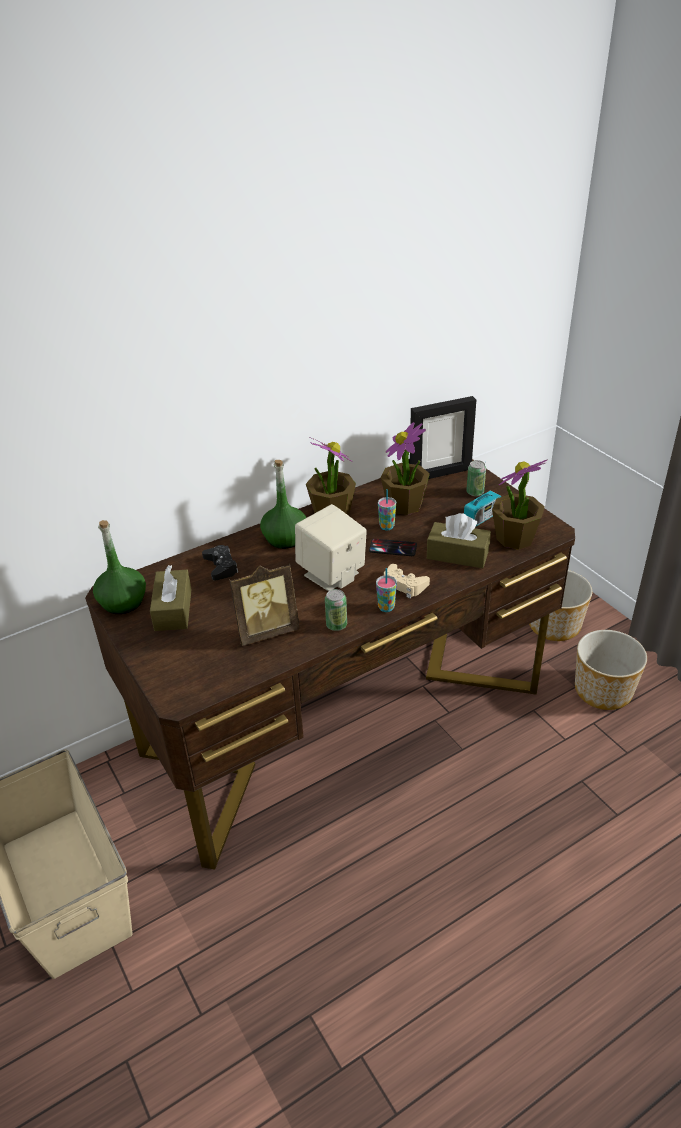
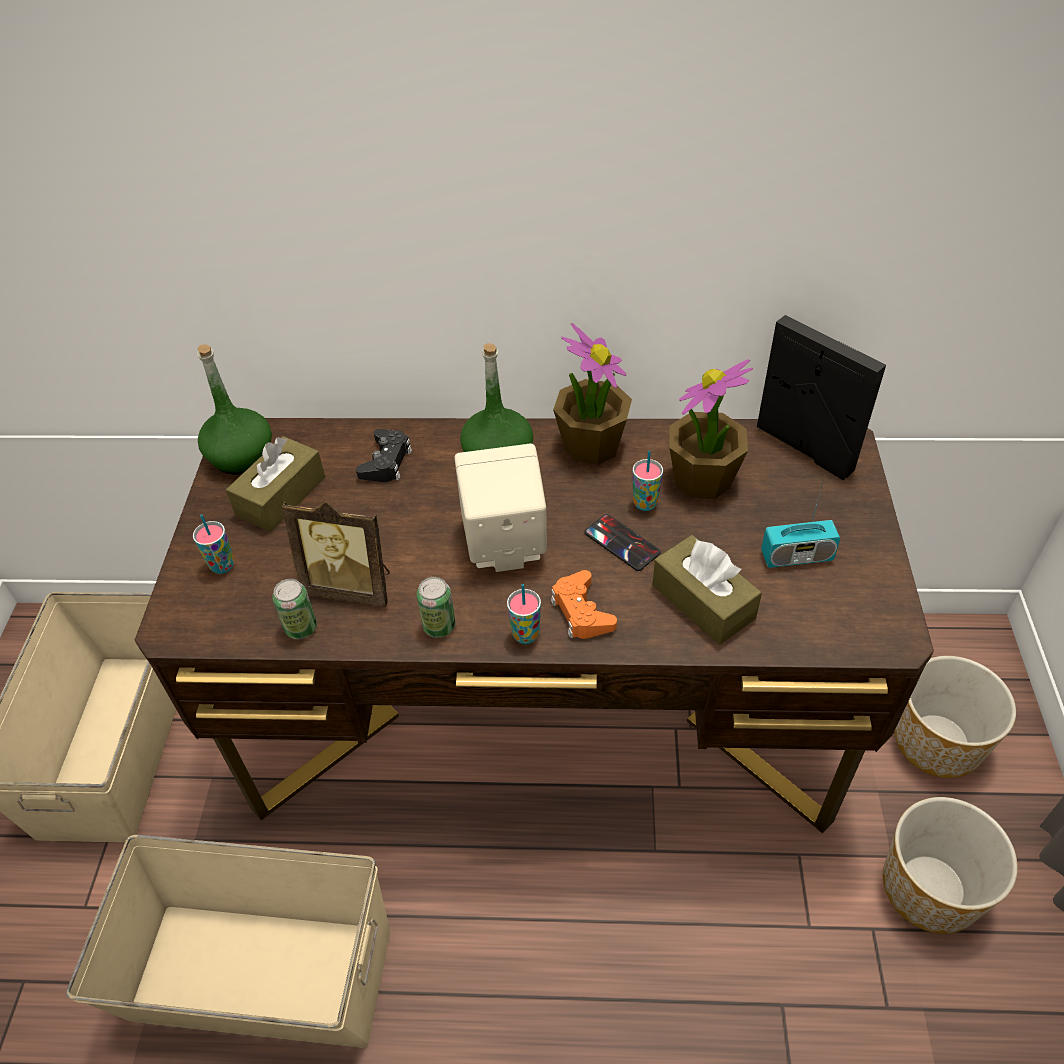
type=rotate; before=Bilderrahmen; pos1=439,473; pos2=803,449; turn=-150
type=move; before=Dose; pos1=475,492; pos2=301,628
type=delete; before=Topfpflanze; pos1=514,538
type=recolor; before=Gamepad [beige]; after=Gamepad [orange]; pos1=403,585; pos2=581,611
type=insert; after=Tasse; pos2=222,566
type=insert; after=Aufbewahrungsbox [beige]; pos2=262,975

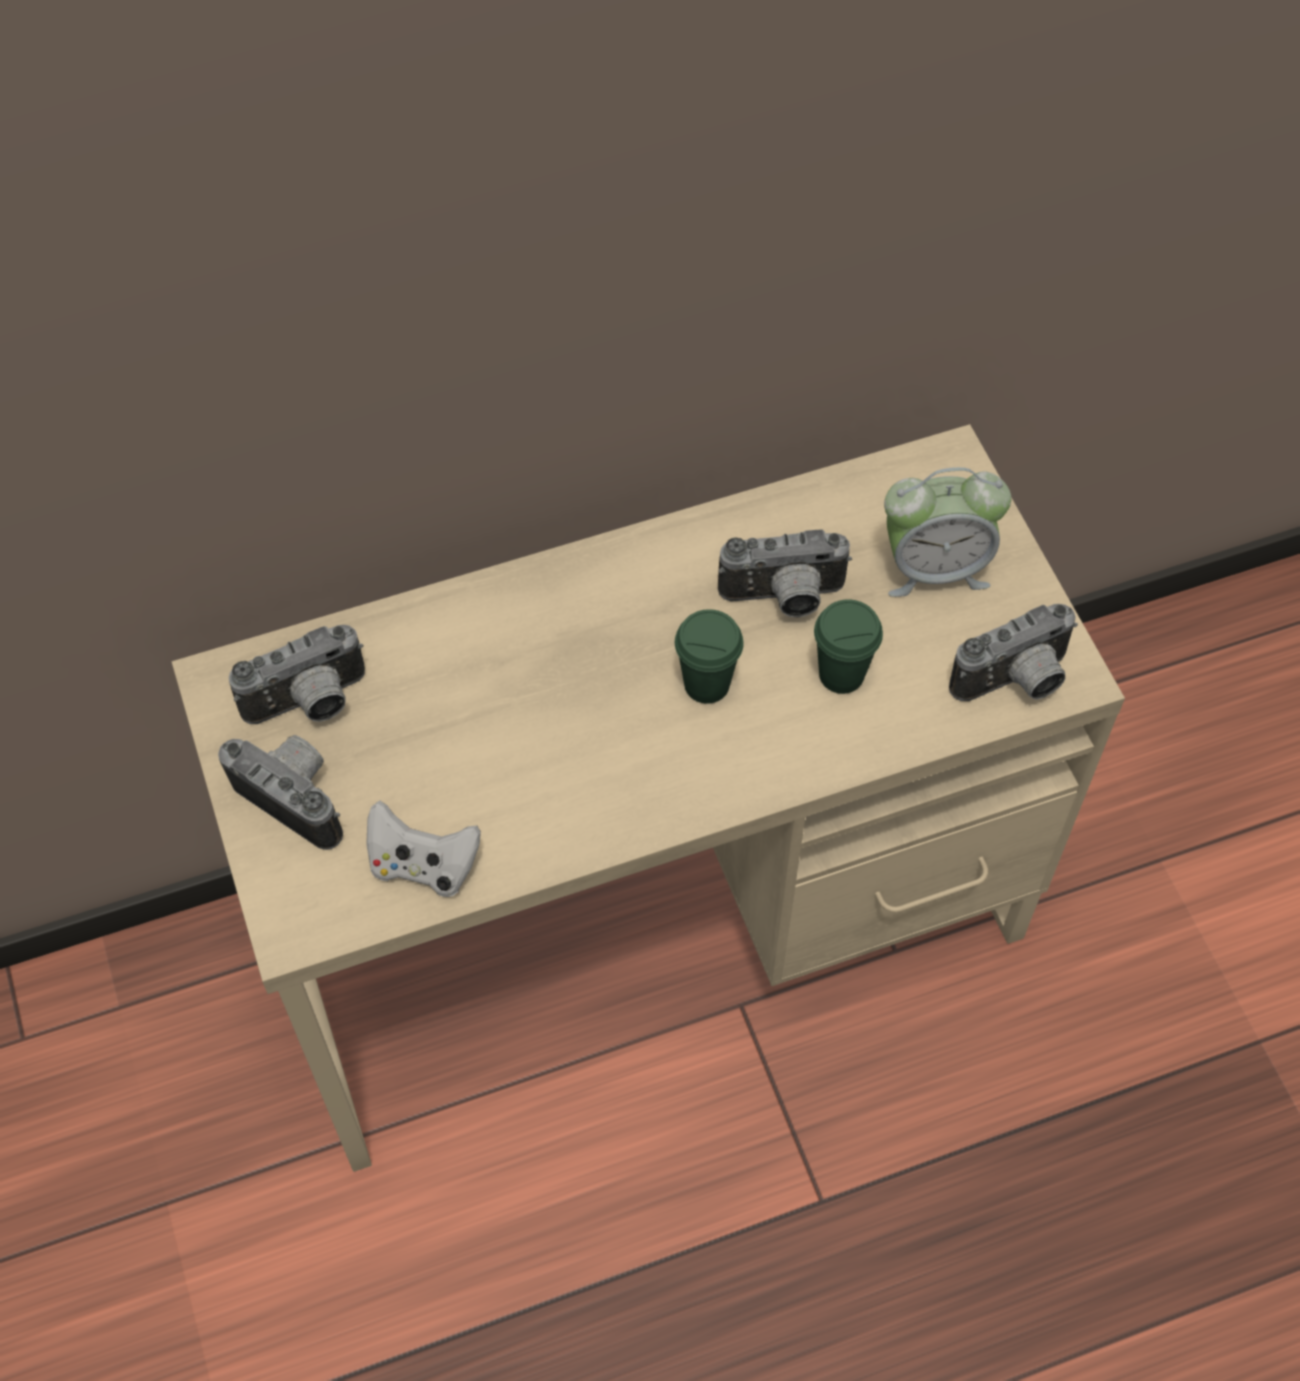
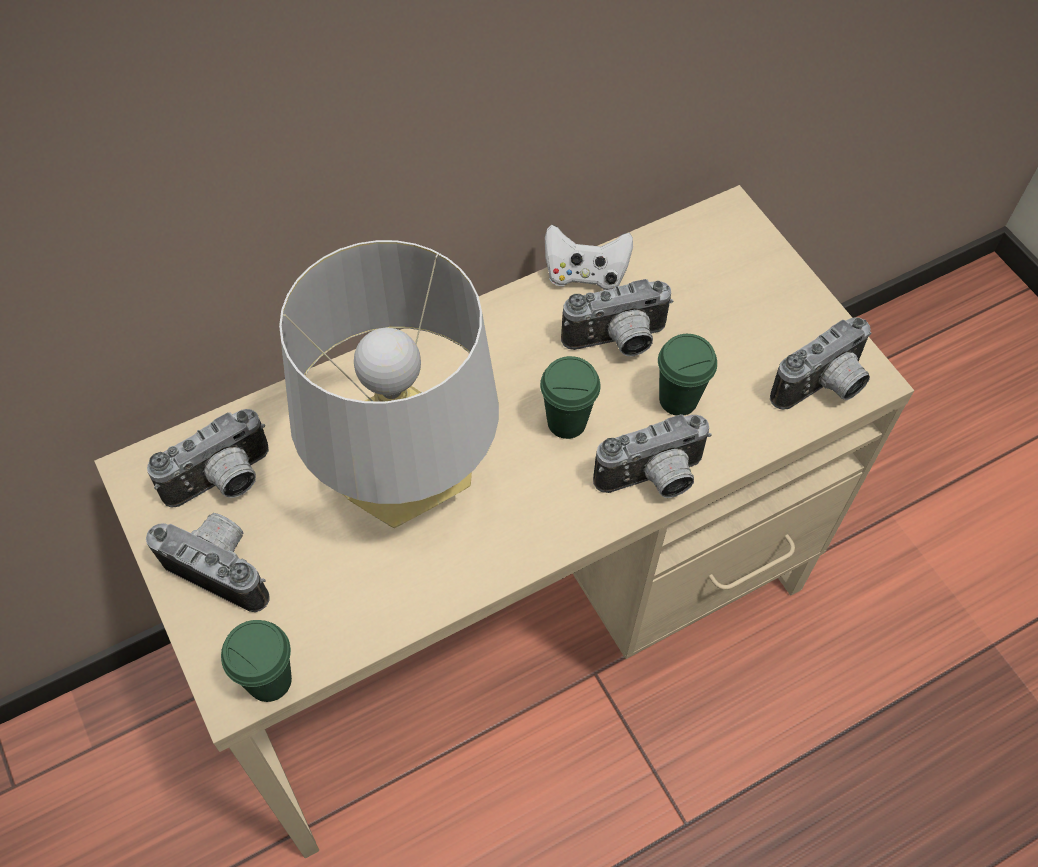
type=delete; before=Wecker; pos1=934,568
type=move; before=Gamepad [weiß]; pos1=423,865; pos2=585,274
type=insert; after=Tischlampe [grau]; pos2=404,483
type=insert; after=Kamera; pos2=653,480
type=insert; after=Tasse [grün]; pos2=269,680

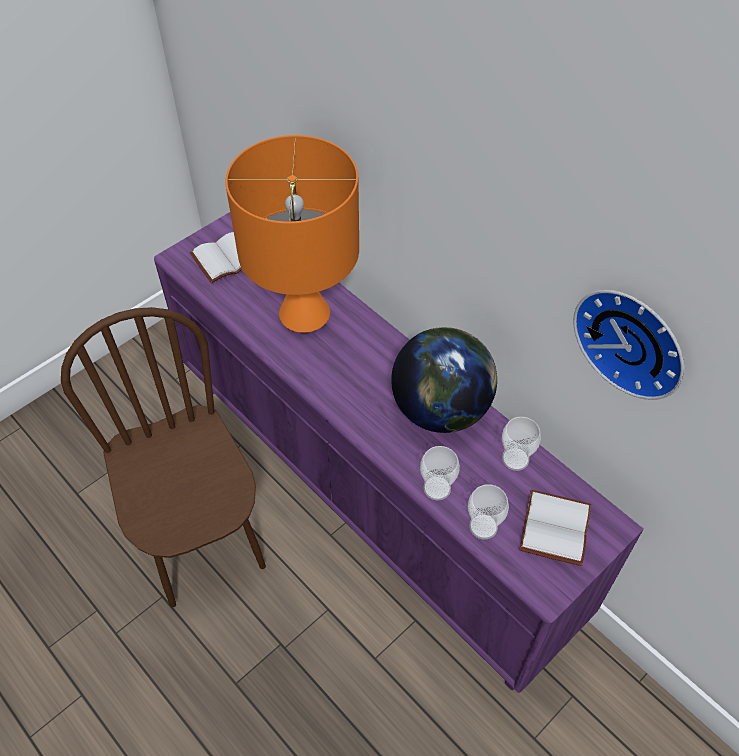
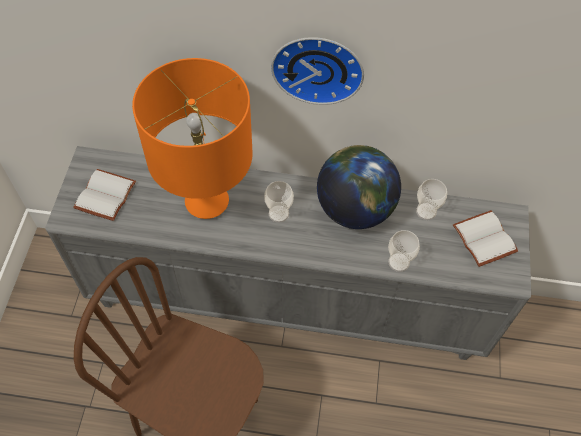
type=recolor; before=Kommode [lila]; after=Kommode [grau]; pos1=368,500; pos2=286,305
type=move; before=Wanduhr; pos1=633,339; pos2=318,66
type=move; before=Tasse; pos1=483,526; pos2=278,213

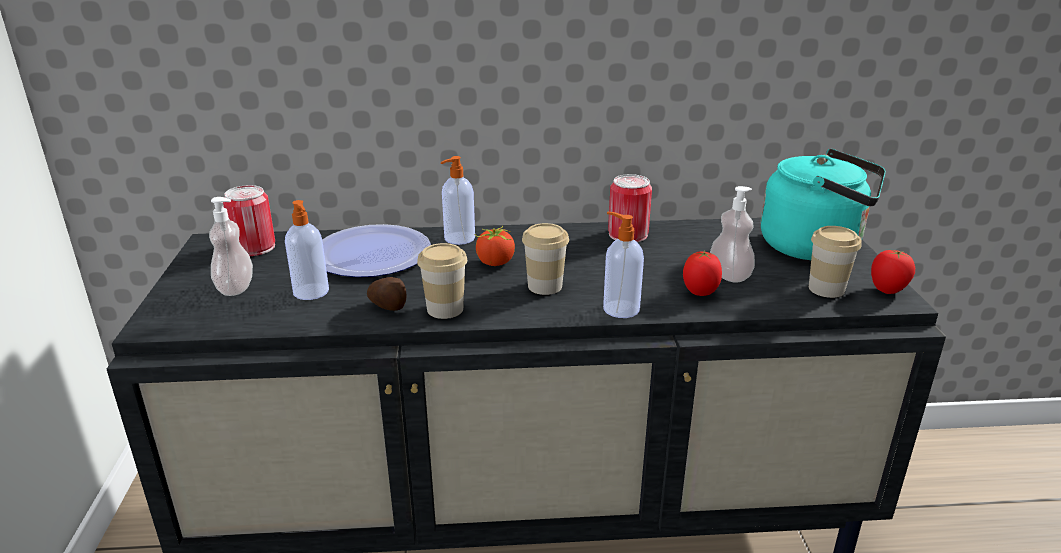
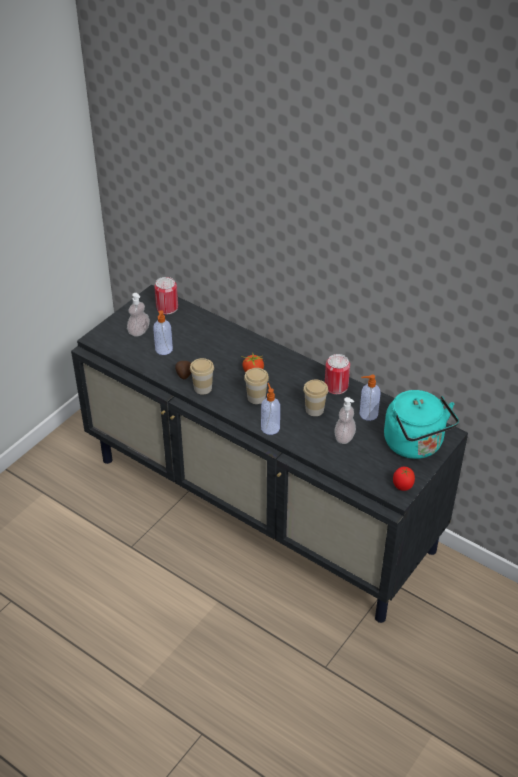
type=move; before=Seifenspender; pos1=458,239; pos2=367,414
type=delete; before=Teller; pos1=372,254
type=move; before=Tasse; pos1=826,289; pos2=314,409
type=delete; before=Tomate; pos1=700,293

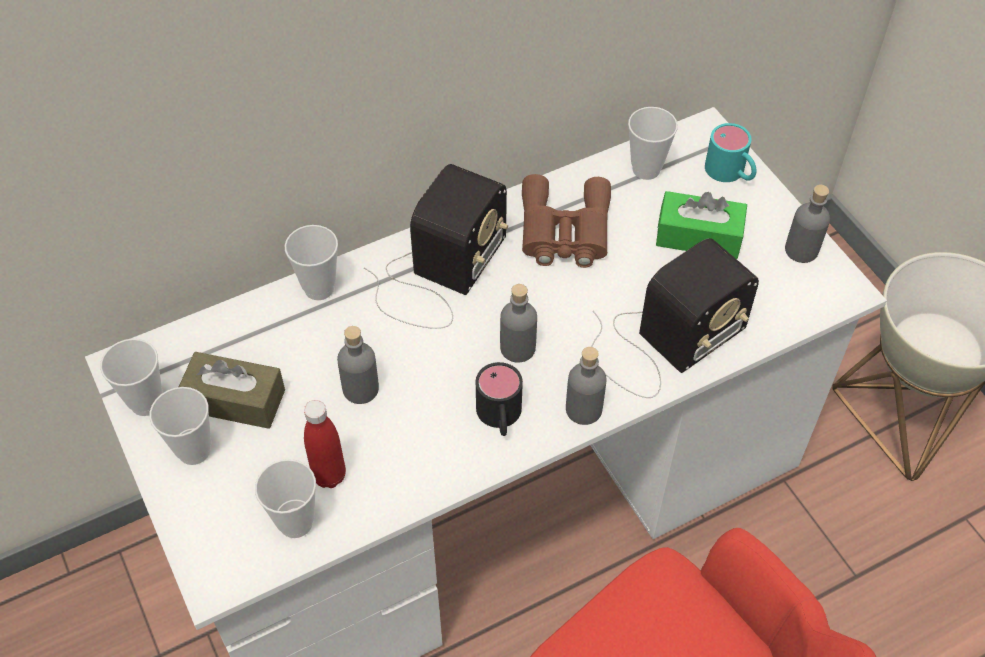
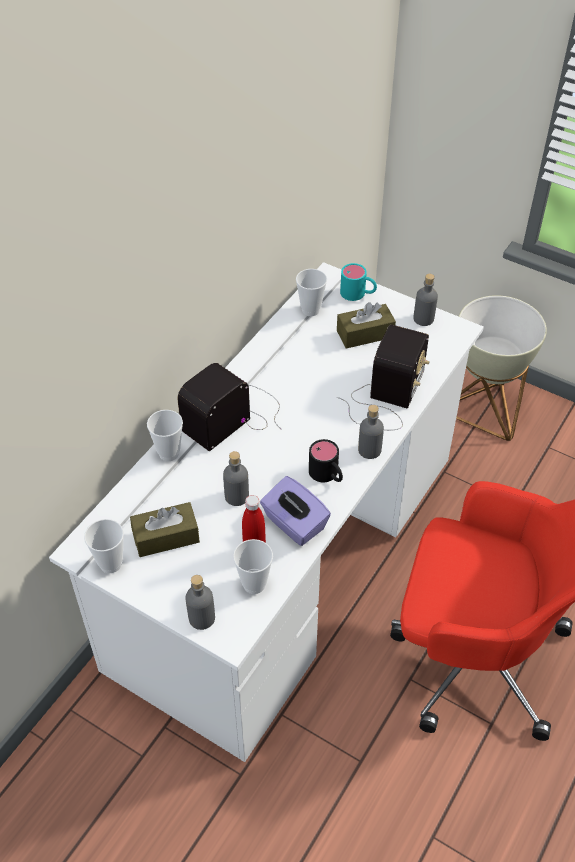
type=rotate; before=Radio; pos1=438,275; pos2=234,415; turn=-135
type=delete; before=Fernglas [braun]; pos1=564,231
type=recolor; before=Taschentuchbox [grün]; after=Taschentuchbox [braun]; pos1=698,236; pos2=365,334
type=move; before=Flasche [grau]; pos1=517,348; pos2=201,618
type=delete; before=Tasse; pos1=194,450
type=insert; after=Taschentuchbox [lila]; pos2=294,524

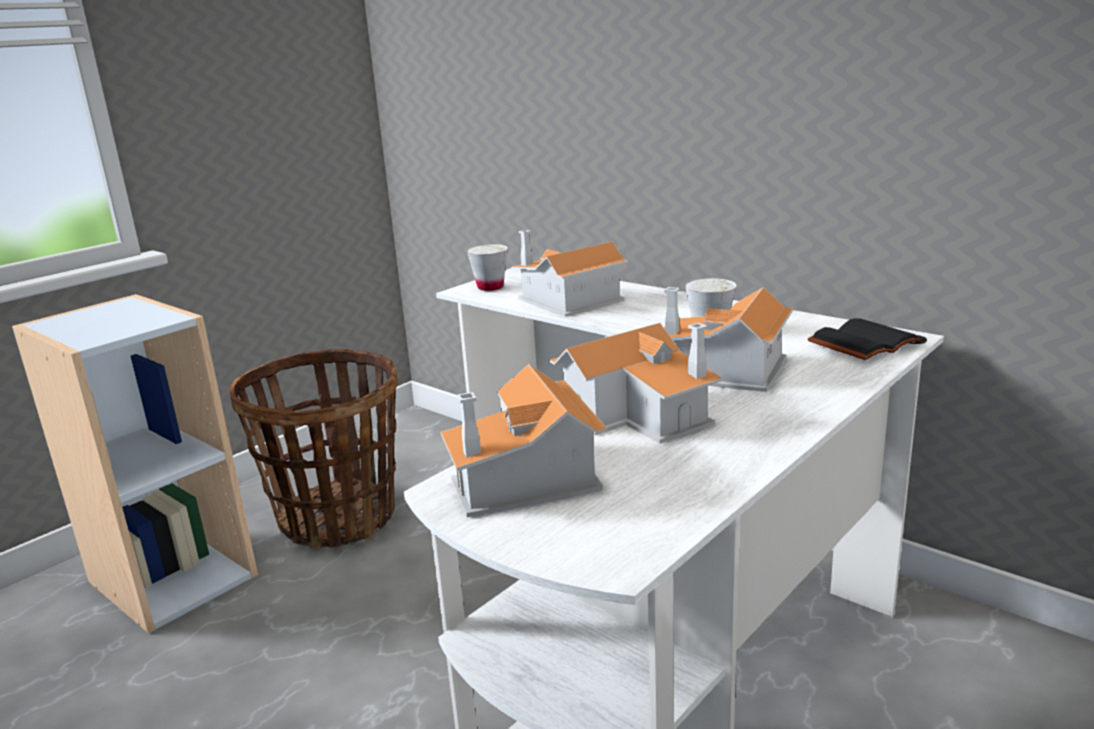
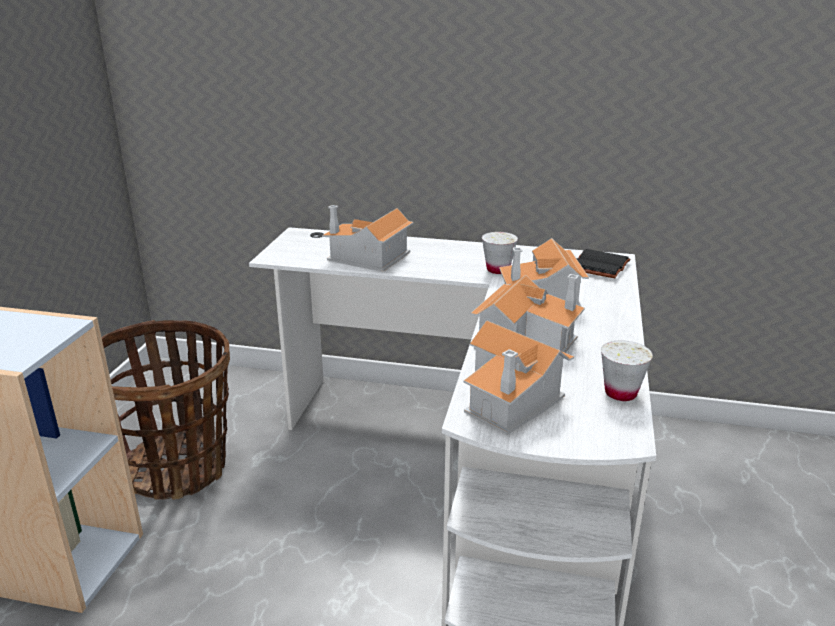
type=move; before=Tasse [weiß]; pos1=490,287; pos2=620,393

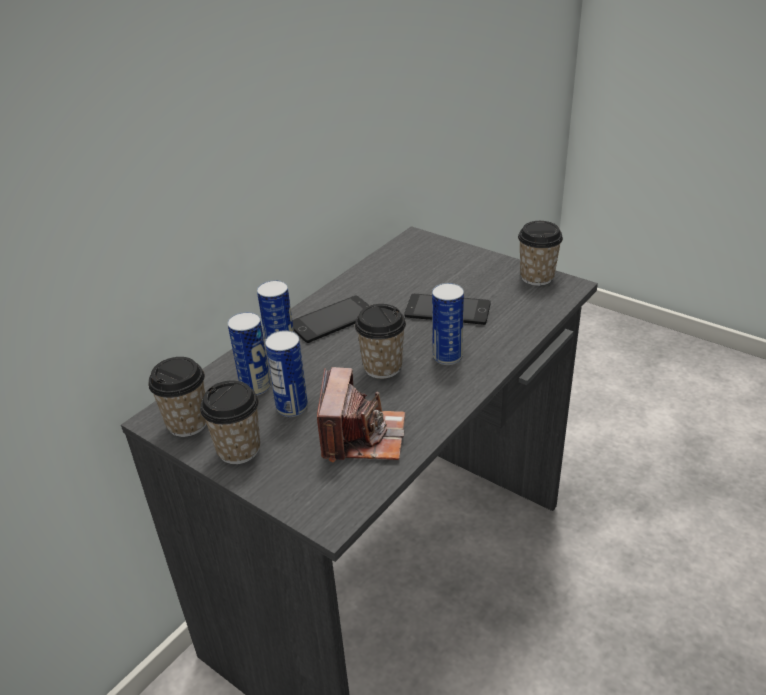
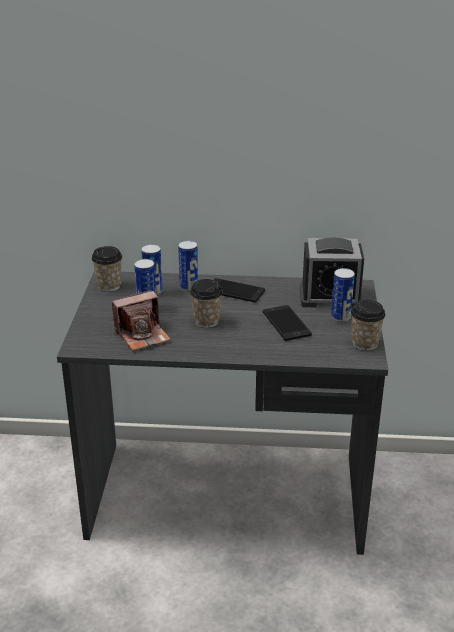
type=move; before=Dose; pos1=447,357; pos2=340,318
type=delete; before=Tasse; pos1=238,449
type=insert; after=Wecker; pos2=330,296

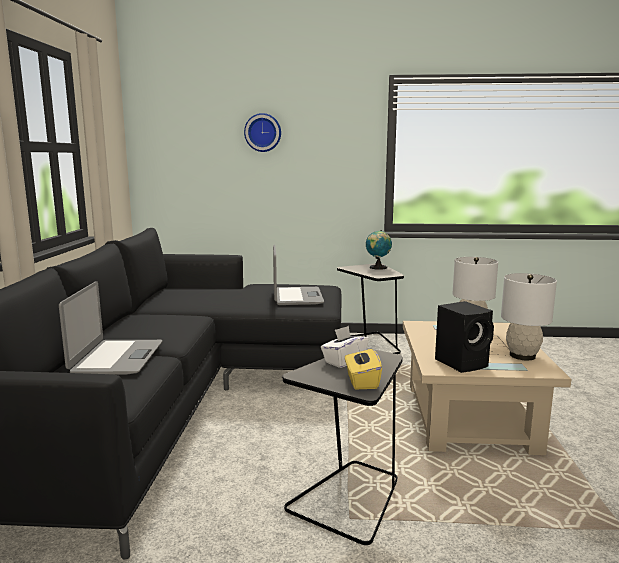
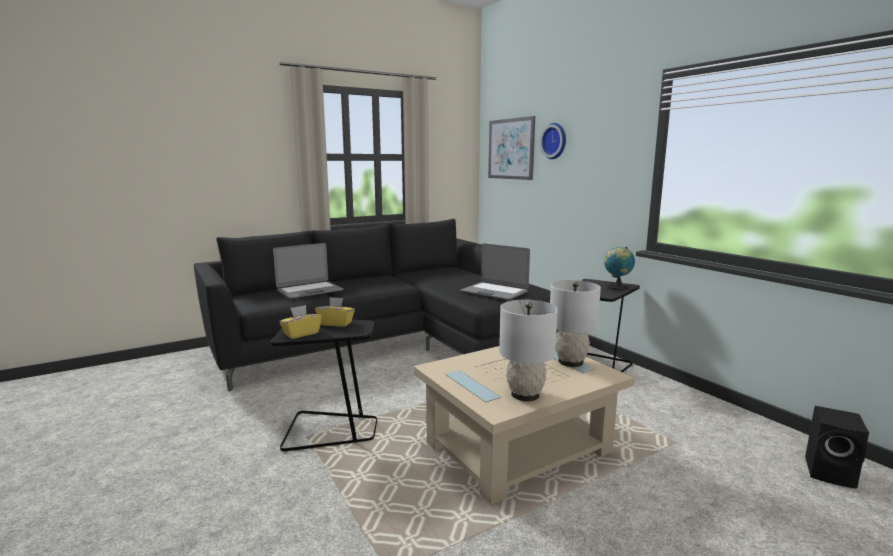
type=rotate; before=Laptop; pos1=296,297; pos2=494,292; turn=75
type=move; before=Lautsprecher [schwarz]; pos1=463,363; pos2=832,473
type=recolor; before=Taschentuchbox [weiß]; after=Taschentuchbox [gelb]; pos1=344,361; pos2=336,323
type=insert; after=Bild; pos2=511,149

